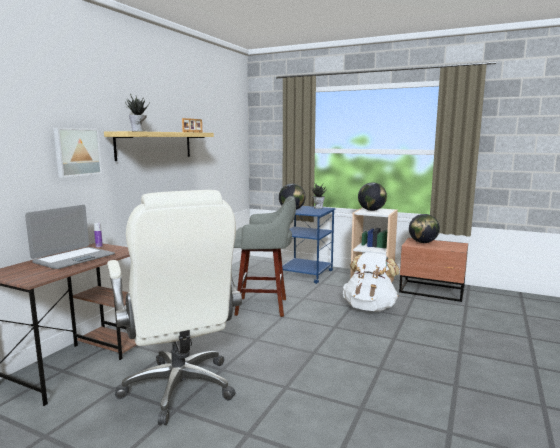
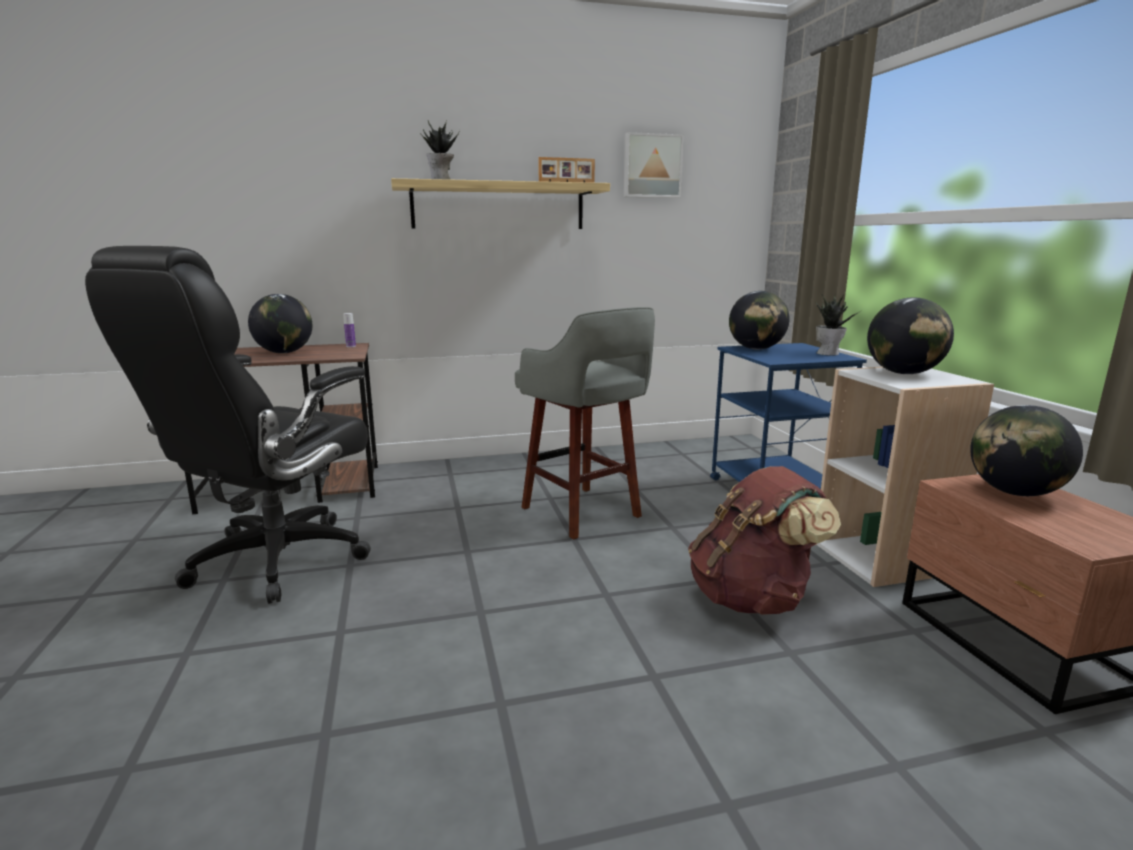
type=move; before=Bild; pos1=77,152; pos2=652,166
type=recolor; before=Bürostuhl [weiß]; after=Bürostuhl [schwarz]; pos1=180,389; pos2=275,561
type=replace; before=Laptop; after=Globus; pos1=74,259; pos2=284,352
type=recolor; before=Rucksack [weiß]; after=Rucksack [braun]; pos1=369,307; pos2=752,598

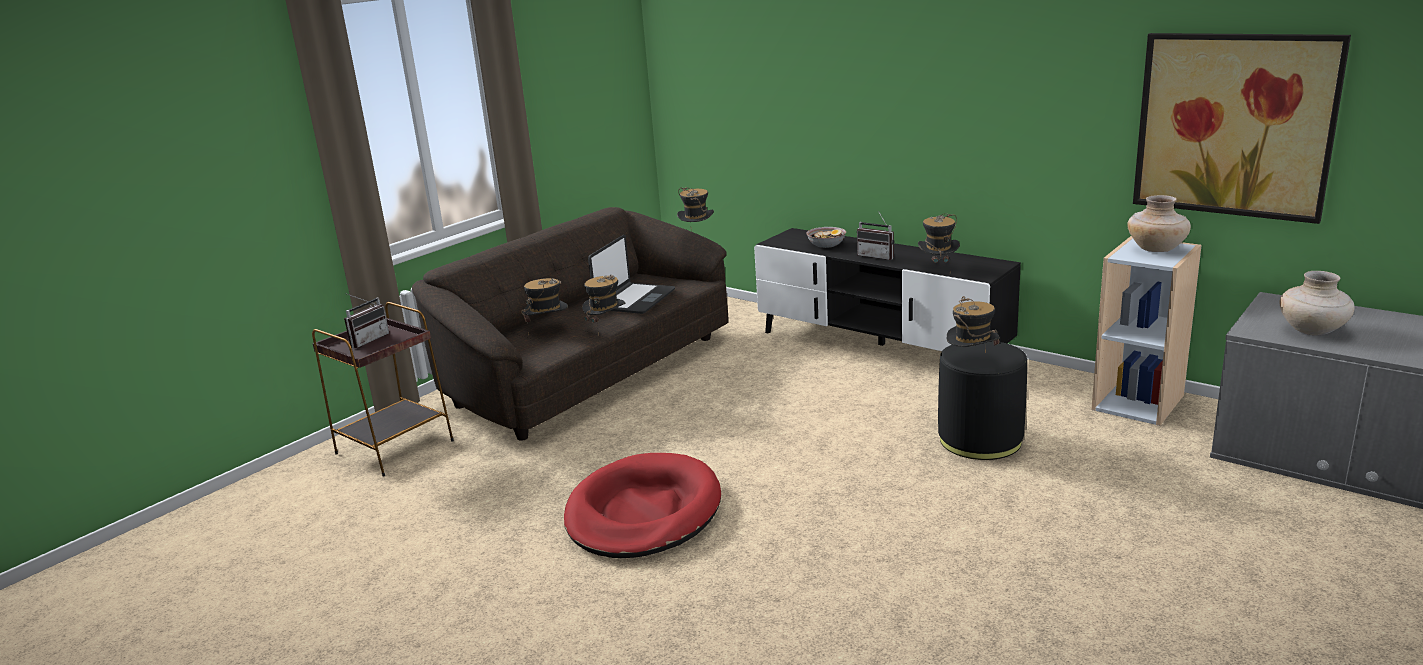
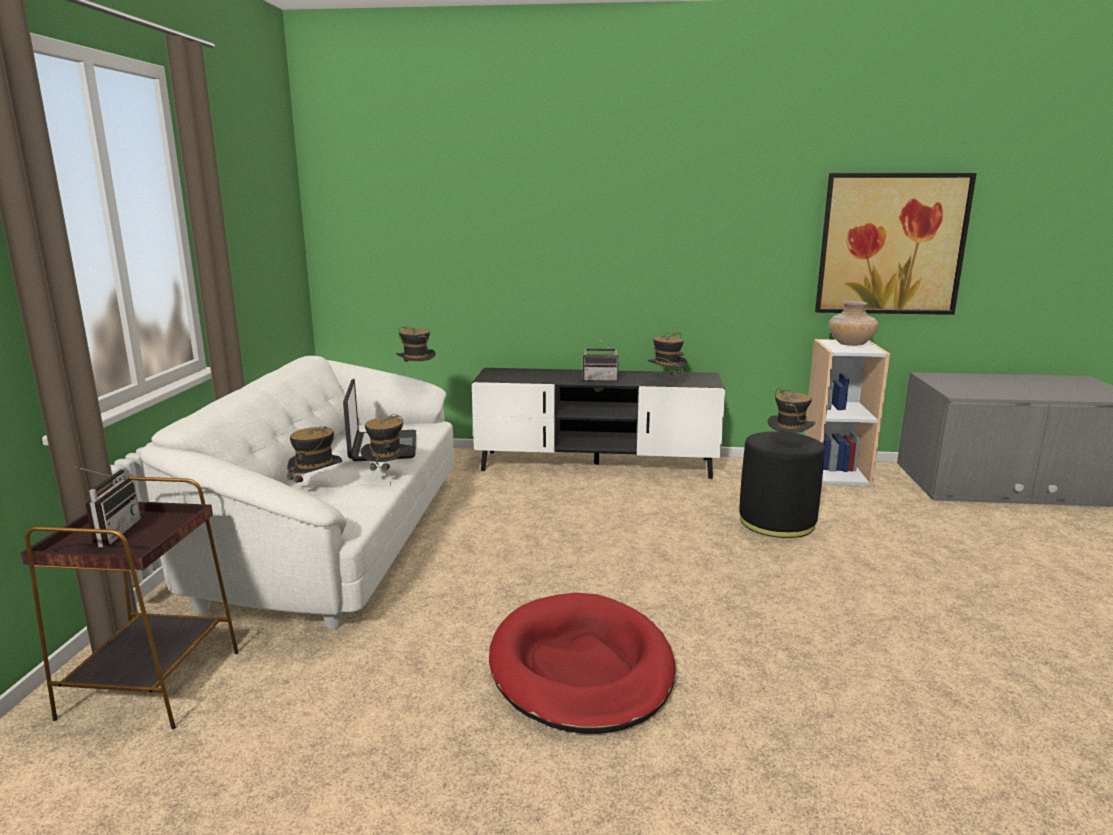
type=recolor; before=Sofa [braun]; after=Sofa [weiß]; pos1=588,373; pos2=337,539
type=delete; before=Schüssel; pos1=826,245
type=delete; before=Vase [beige]; pos1=1312,331

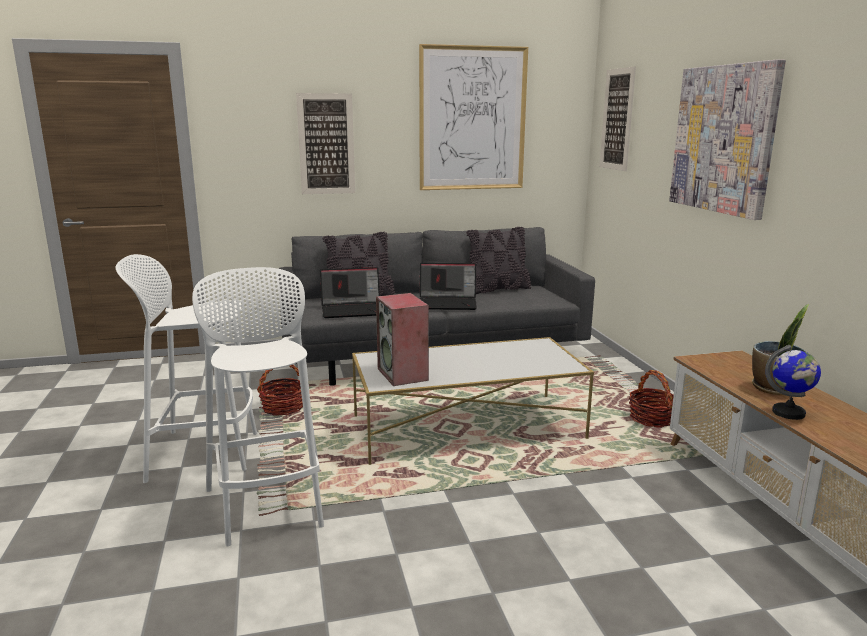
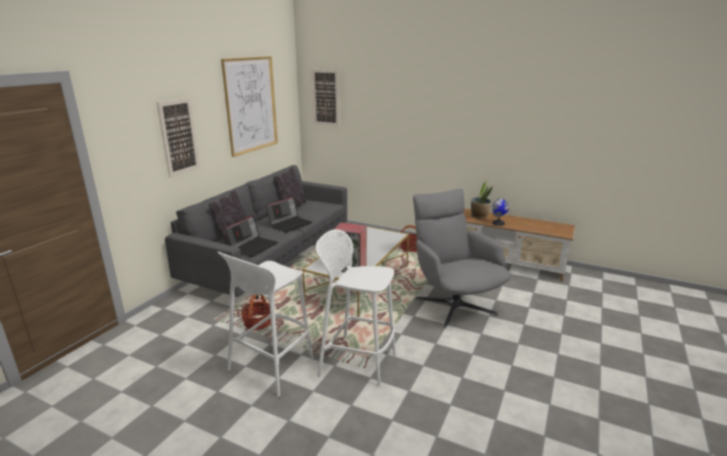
type=delete; before=Bild; pos1=723,139
type=insert; after=Sessel [grau]; pos2=453,305

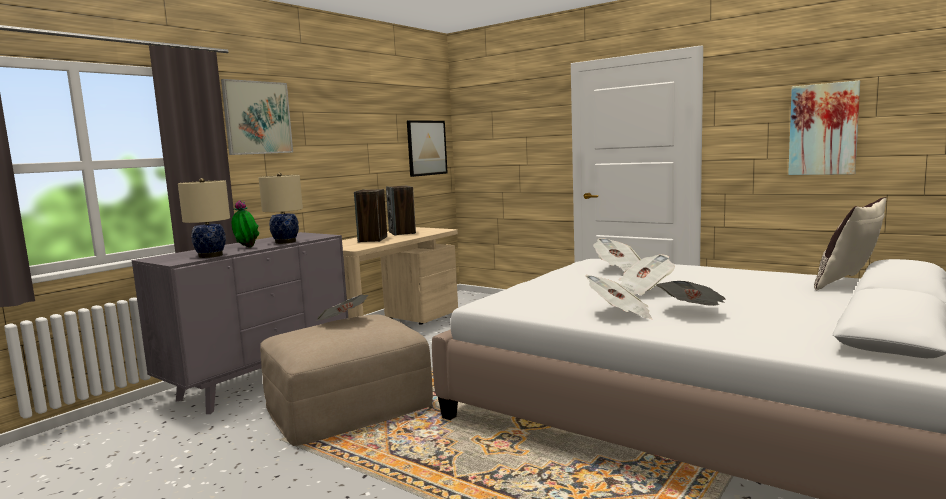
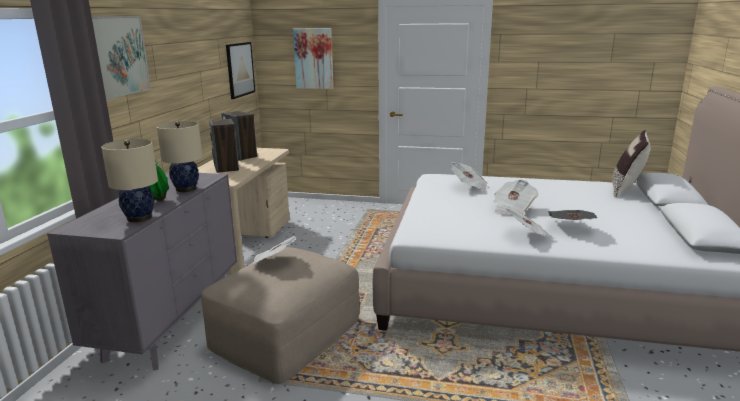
type=move; before=Bild; pos1=823,129; pos2=313,58

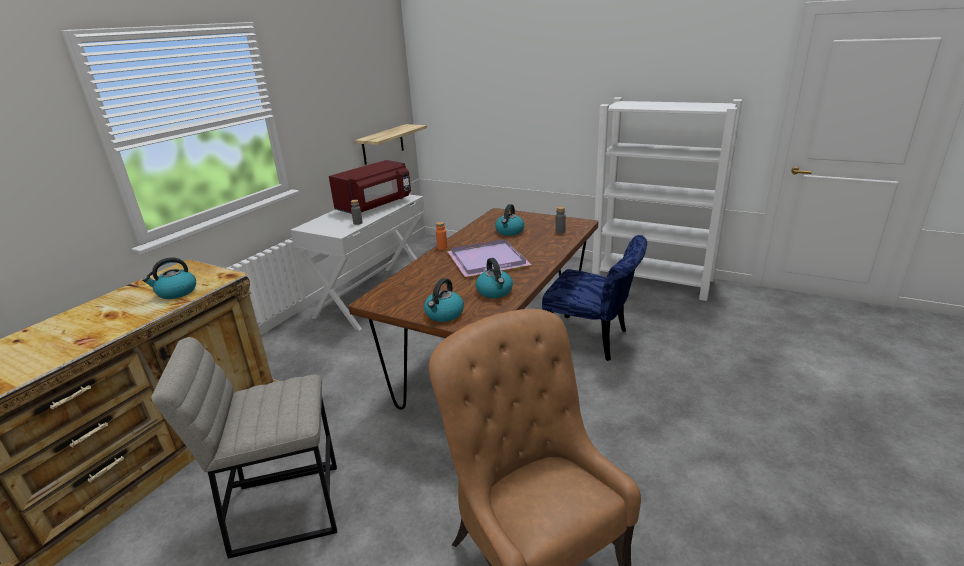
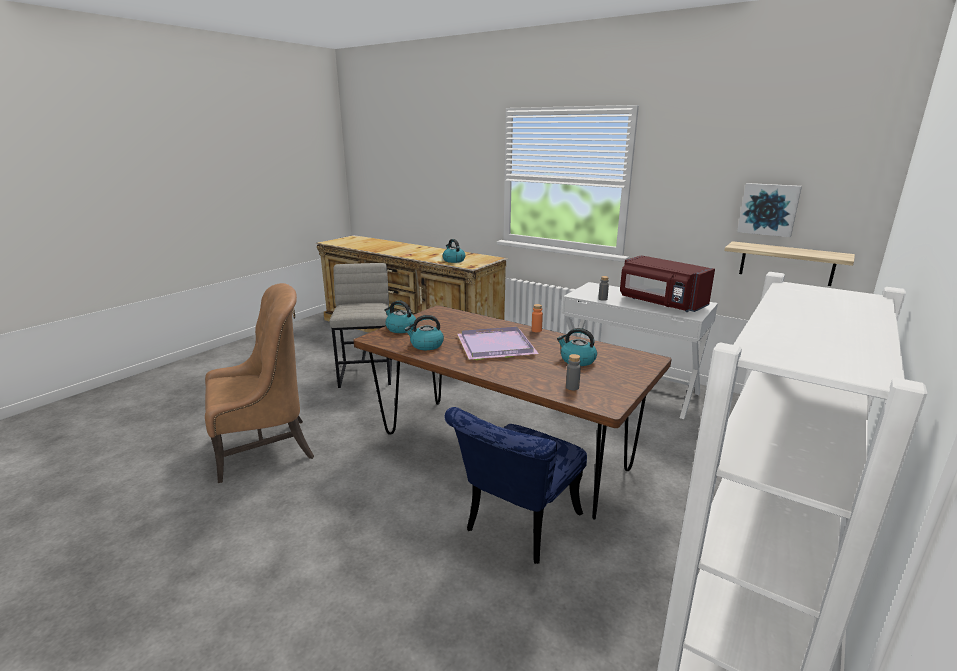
type=insert; after=Bild; pos2=768,209

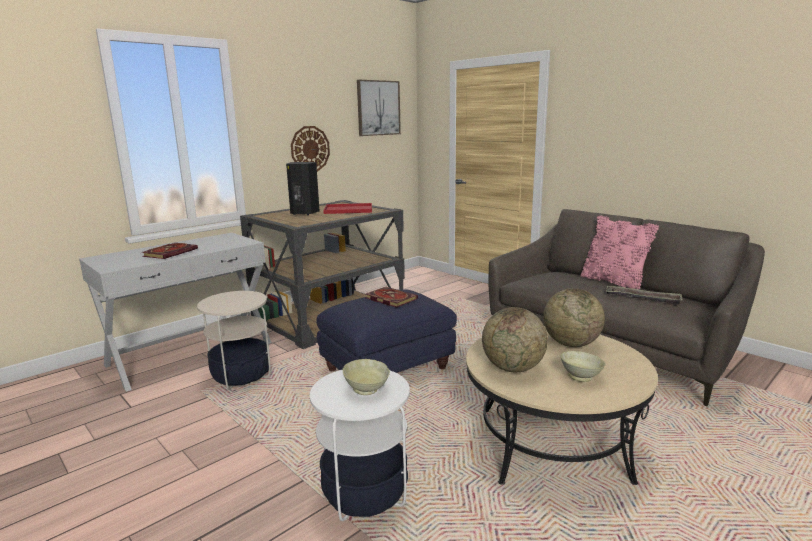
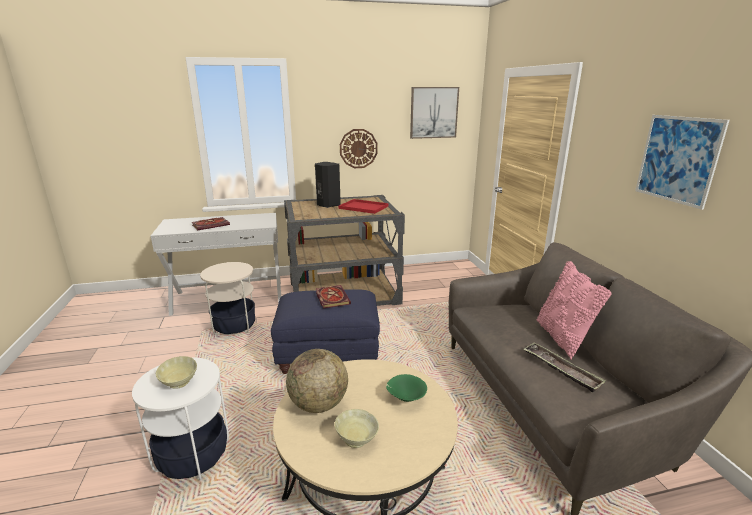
type=replace; before=Globus; after=Schüssel [grün]; pos1=571,344; pos2=405,398
type=insert; after=Bild; pos2=677,159

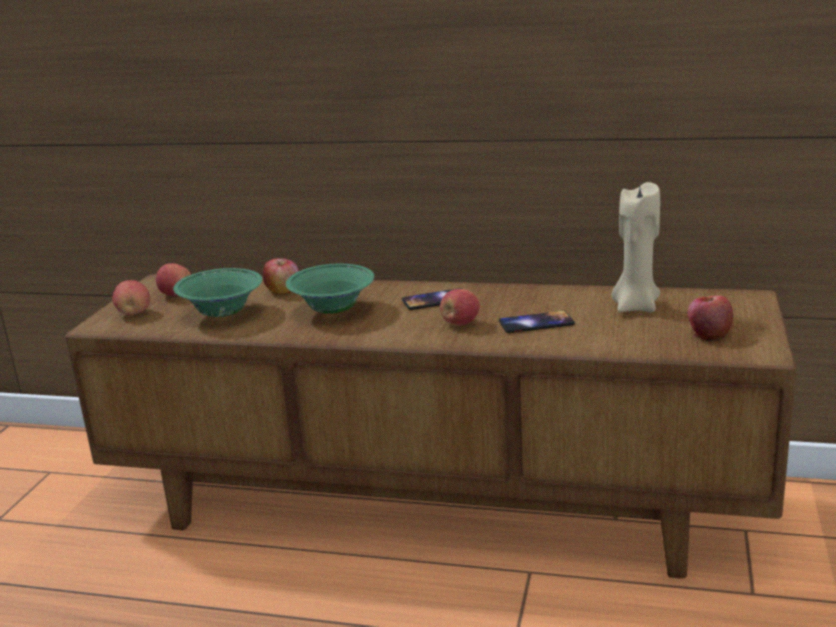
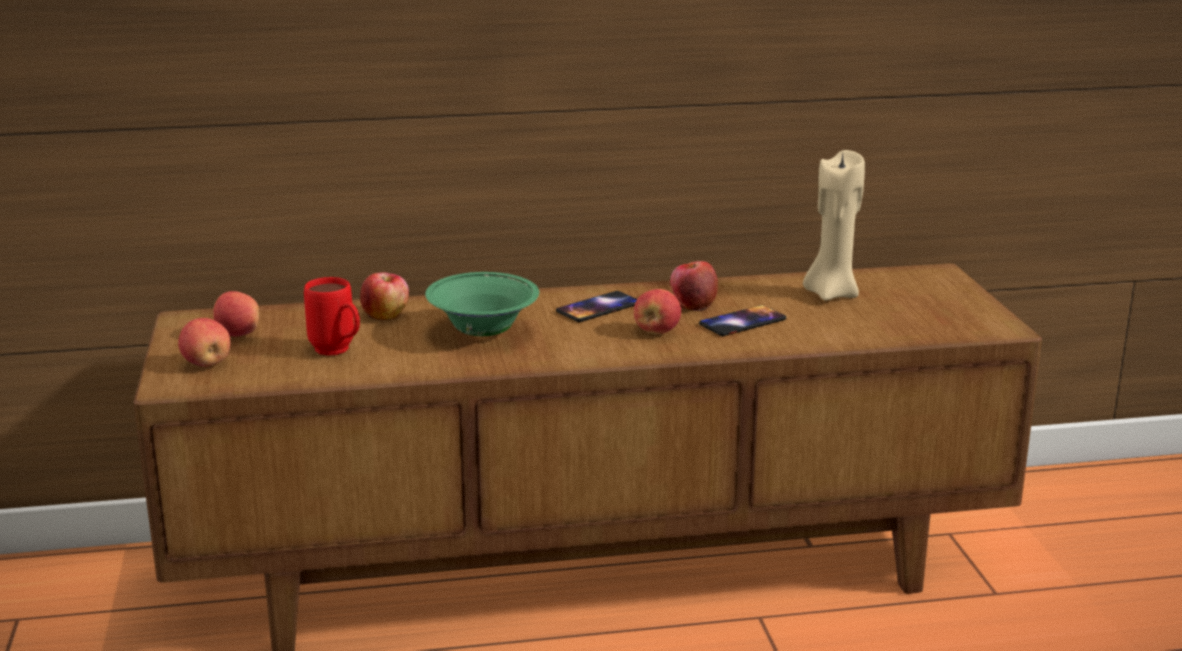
type=replace; before=Schüssel [grün]; after=Henkelbecher [rot]; pos1=222,314; pos2=338,352
type=move; before=Apfel; pos1=708,334; pos2=693,304

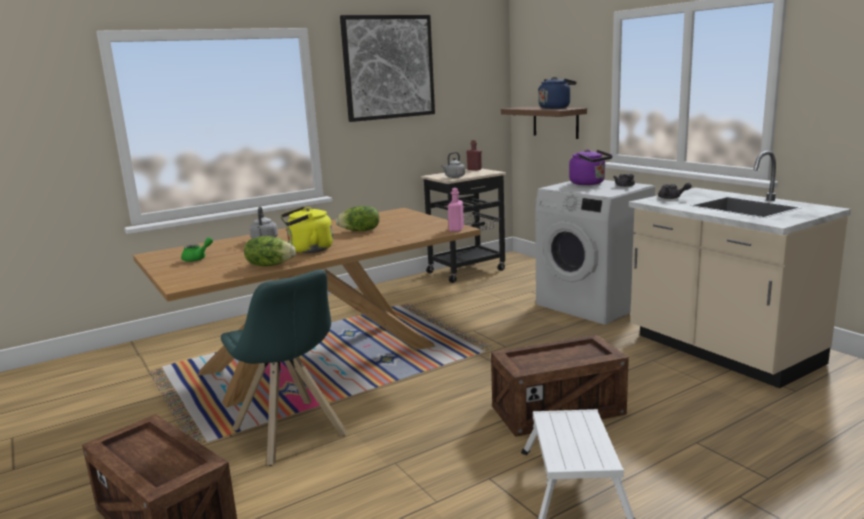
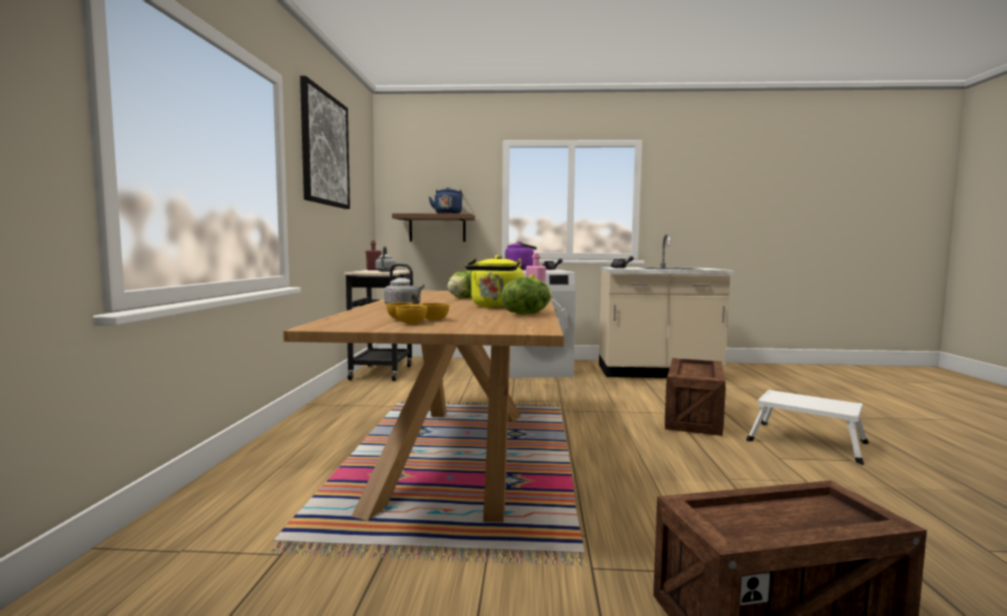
type=replace; before=Teekanne [grün]; after=Schüssel; pos1=198,258; pos2=416,320
type=delete; before=Stuhl [türkis]; pos1=290,432

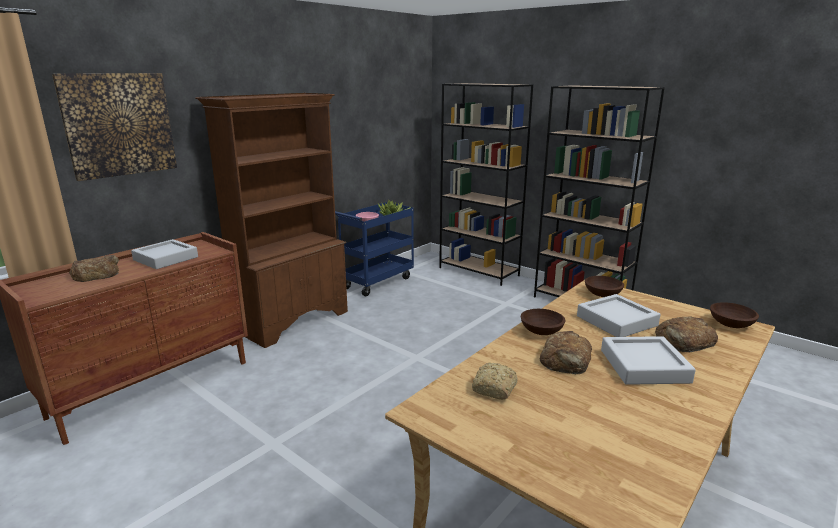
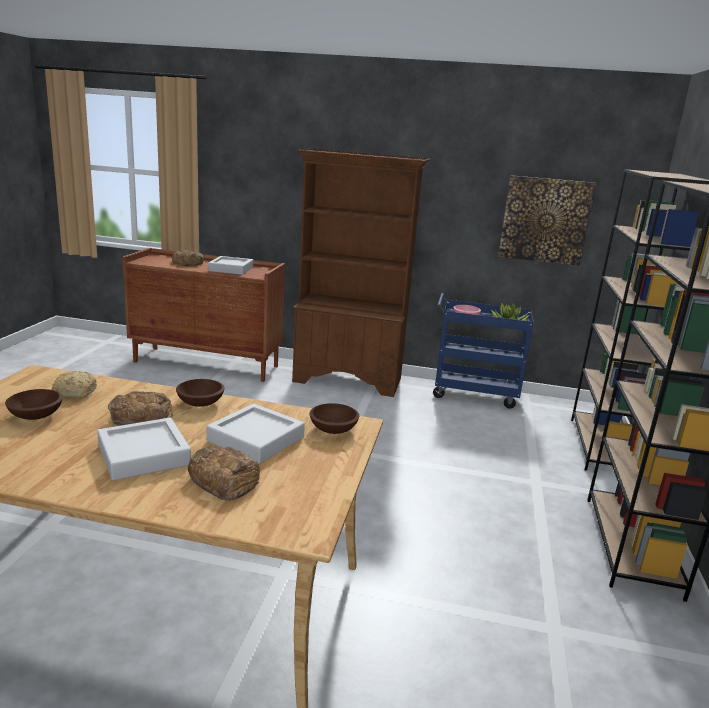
type=move; before=Bild; pos1=119,124; pos2=545,220
type=move; before=Schüssel [braun]; pos1=730,325; pos2=35,415

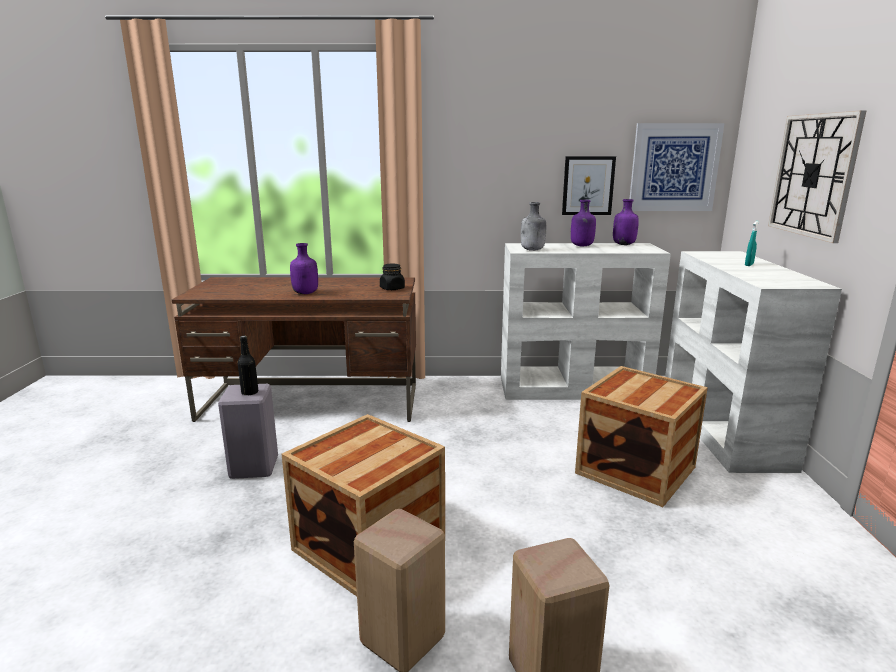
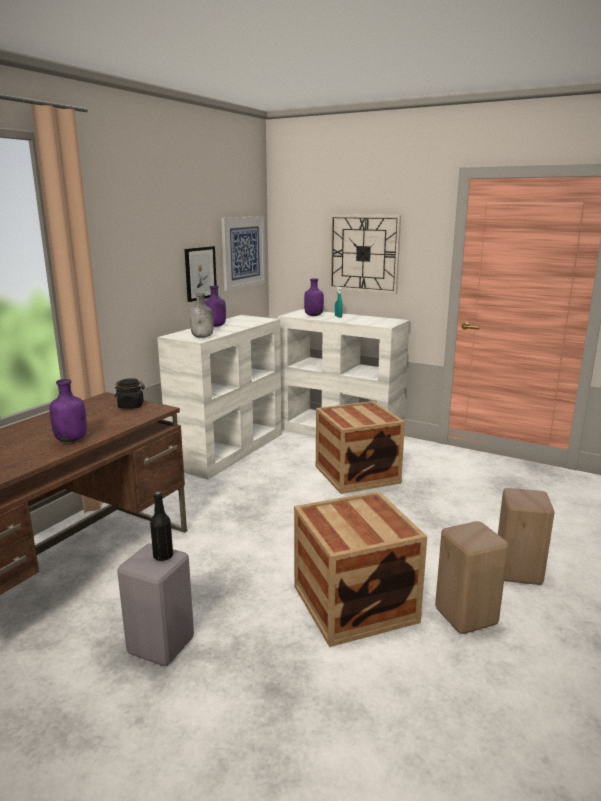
type=move; before=Flasche [lila]; pos1=624,244; pos2=313,315

